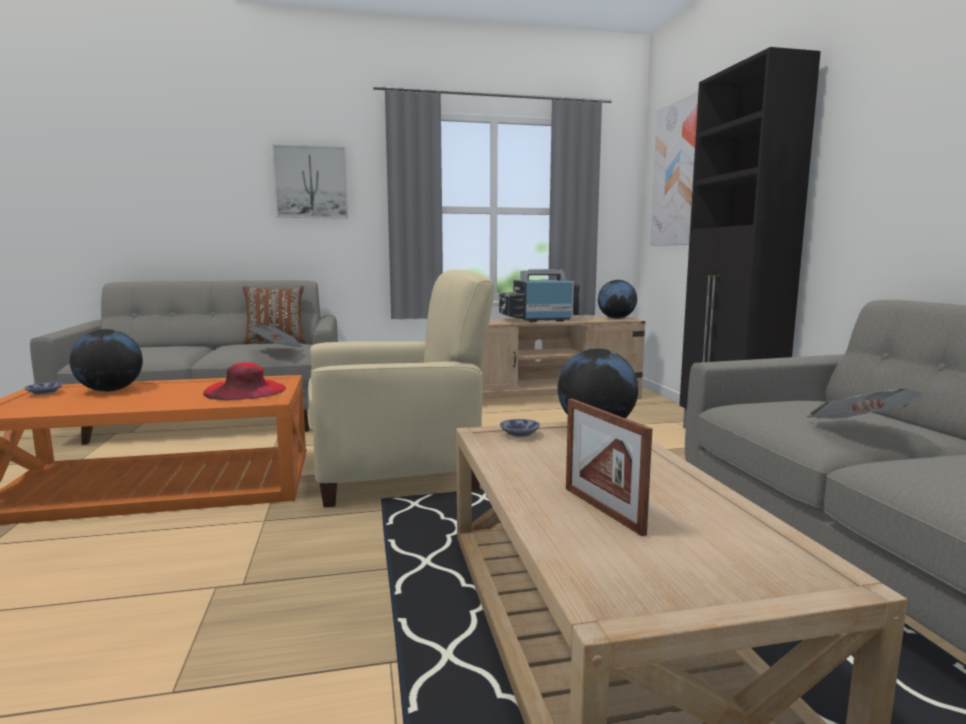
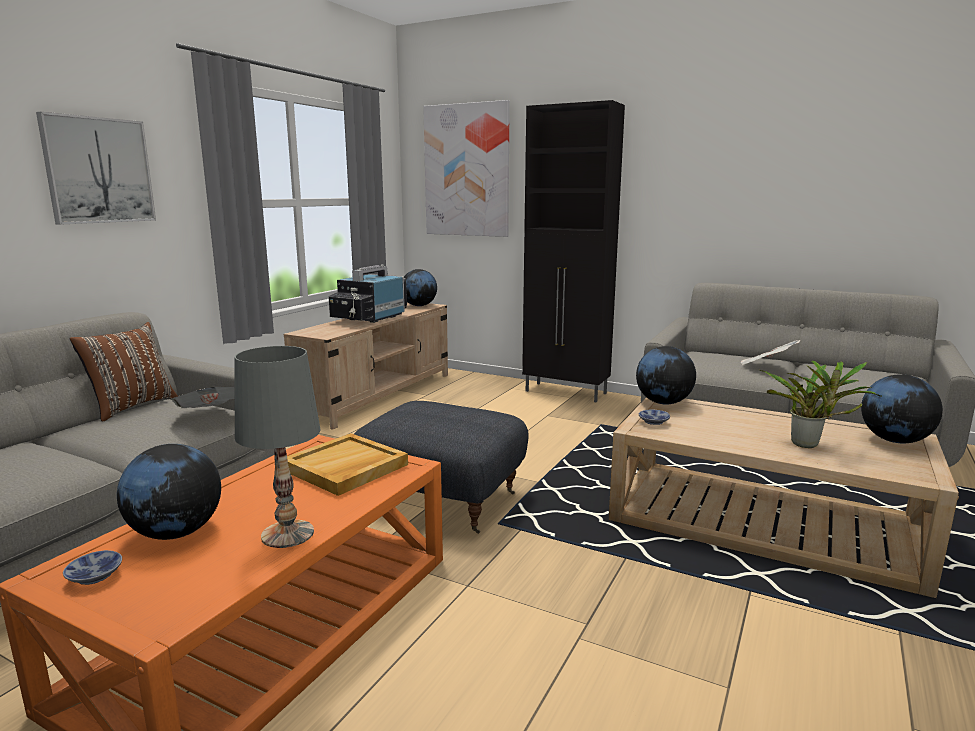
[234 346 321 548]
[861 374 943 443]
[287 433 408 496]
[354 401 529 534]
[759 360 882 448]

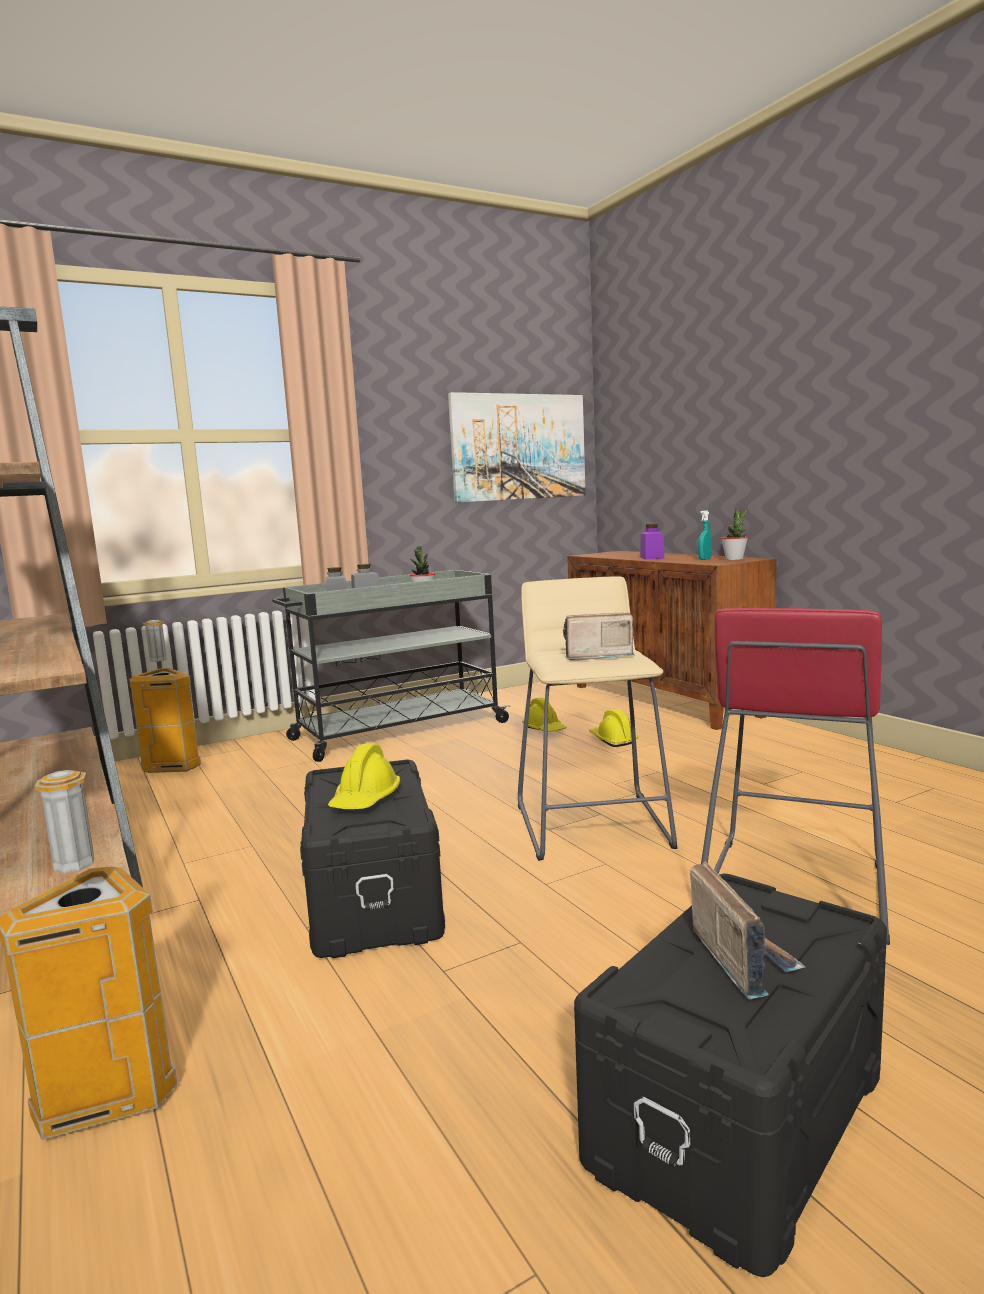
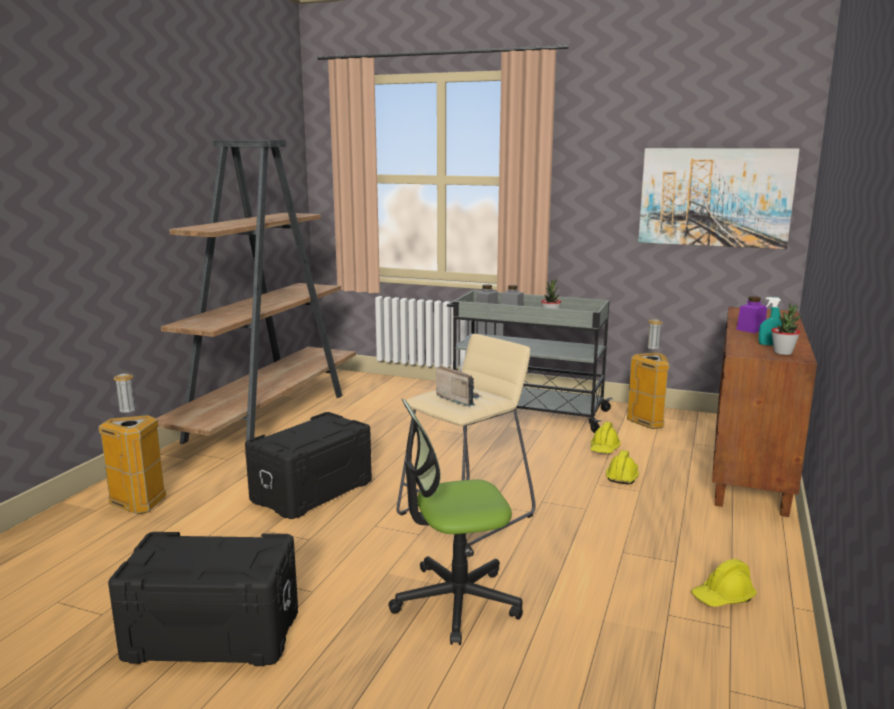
[690 861 805 999] (first image)
[627 319 669 429]
[691 559 757 607]
[388 399 523 645]

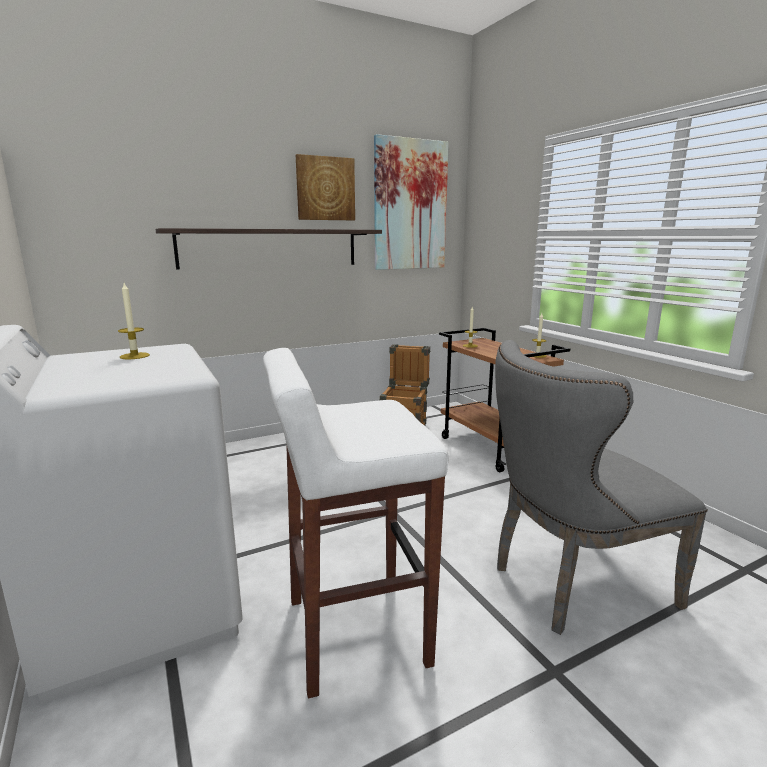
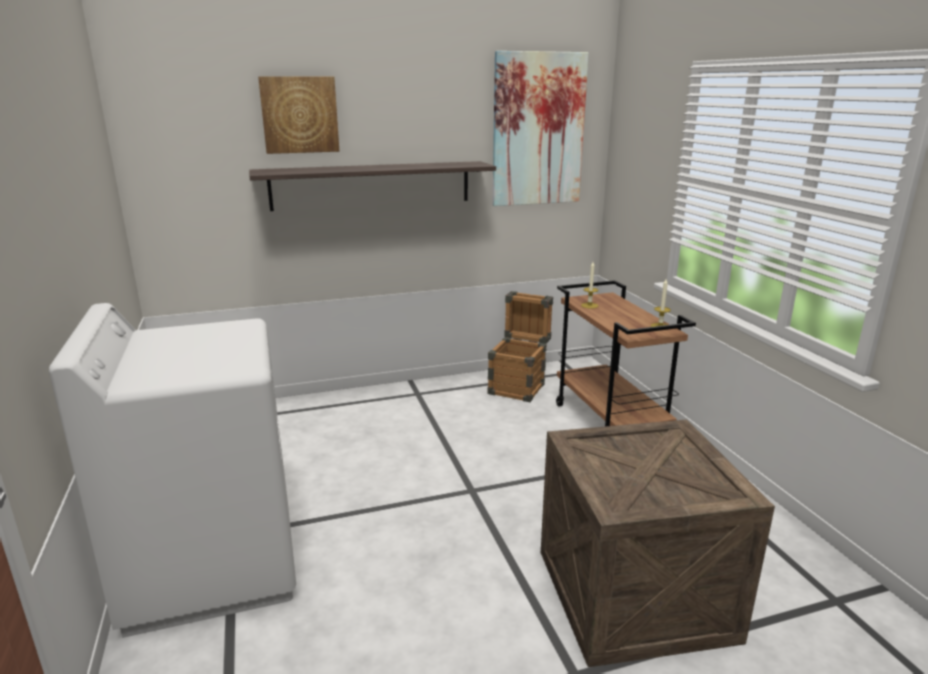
[118 283 150 359] (first image)
[263 348 449 699] (first image)
[258 76 339 154]
[541 419 775 667]

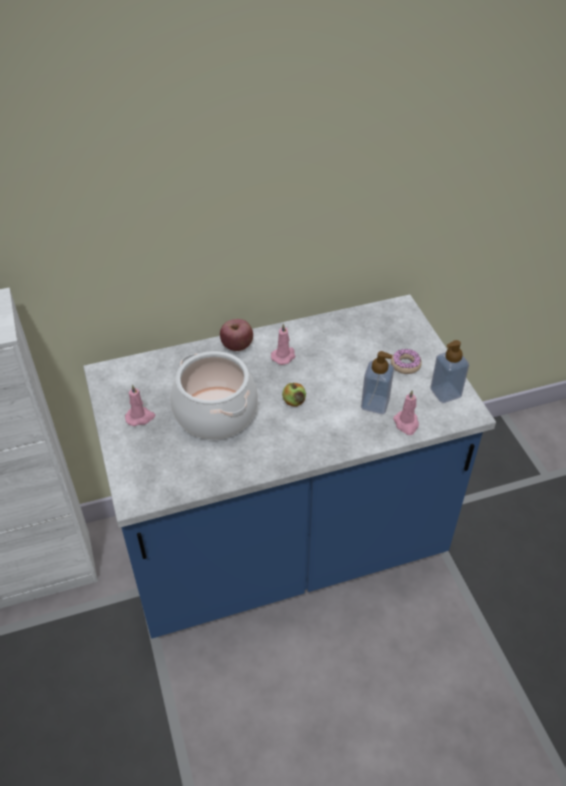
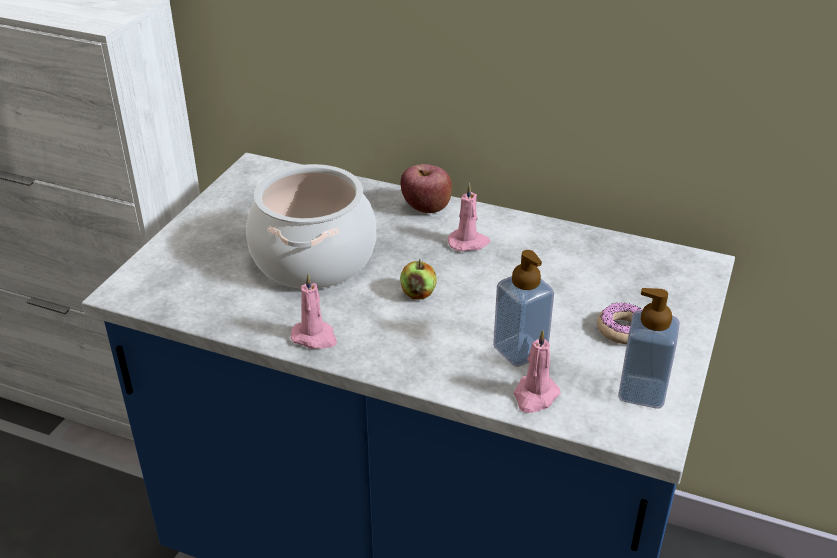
[291 273 337 349]

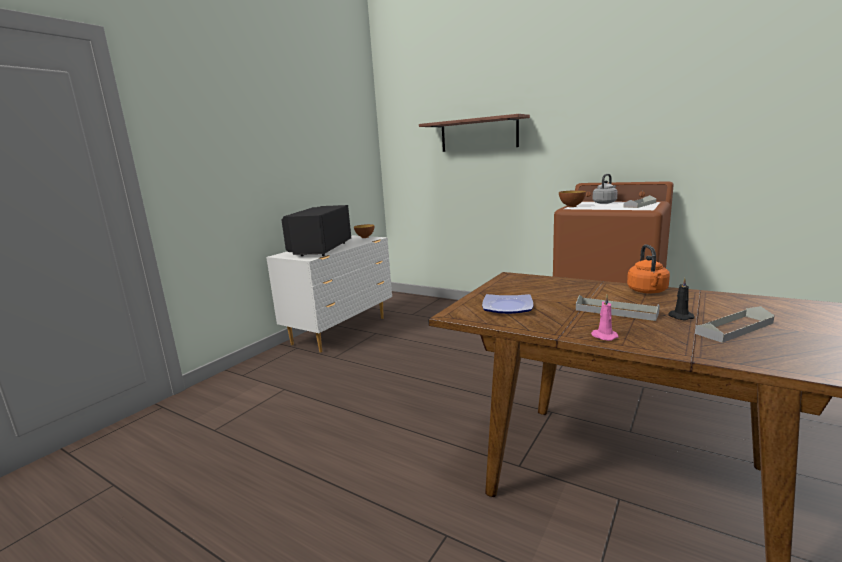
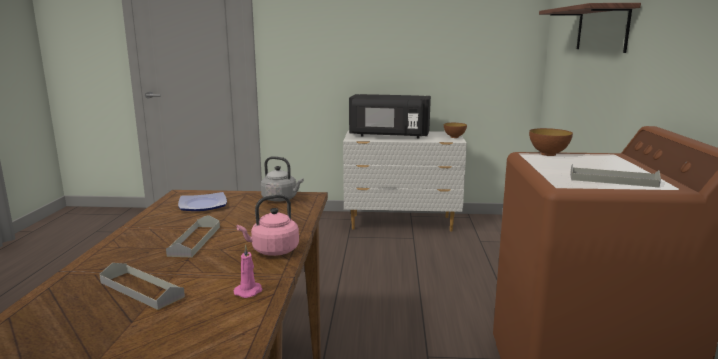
[669 278 695 320] (first image)
[234 245 263 298]
[261 156 304 202]
[236 194 299 256]
[349 94 431 139]

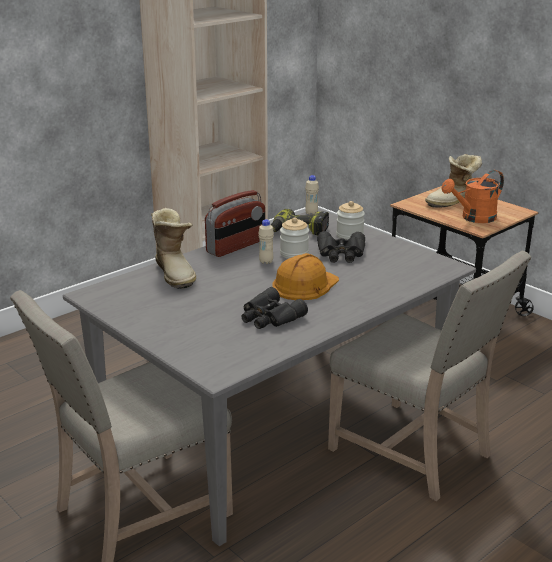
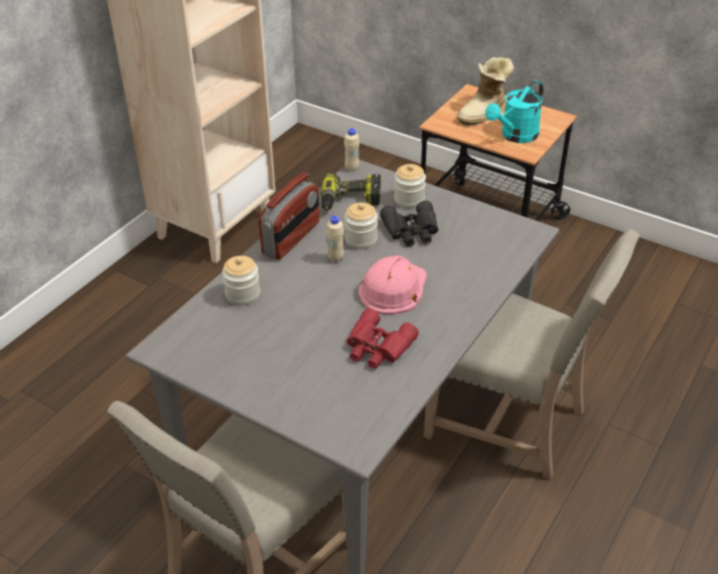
[222 256 260 306]
[347 308 419 369]
[359 255 427 315]
[485 80 543 143]

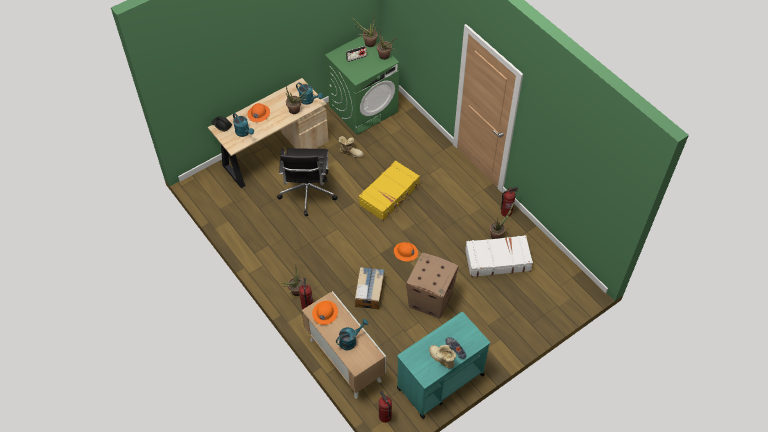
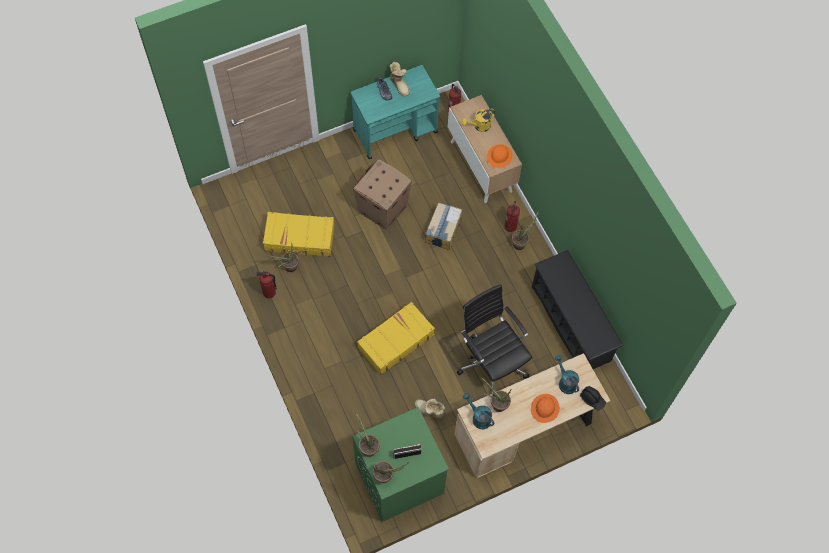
[394 242 418 261] (first image)
[532 250 624 369]
[461 109 495 132]
[263 212 335 258]
[457 284 532 394]

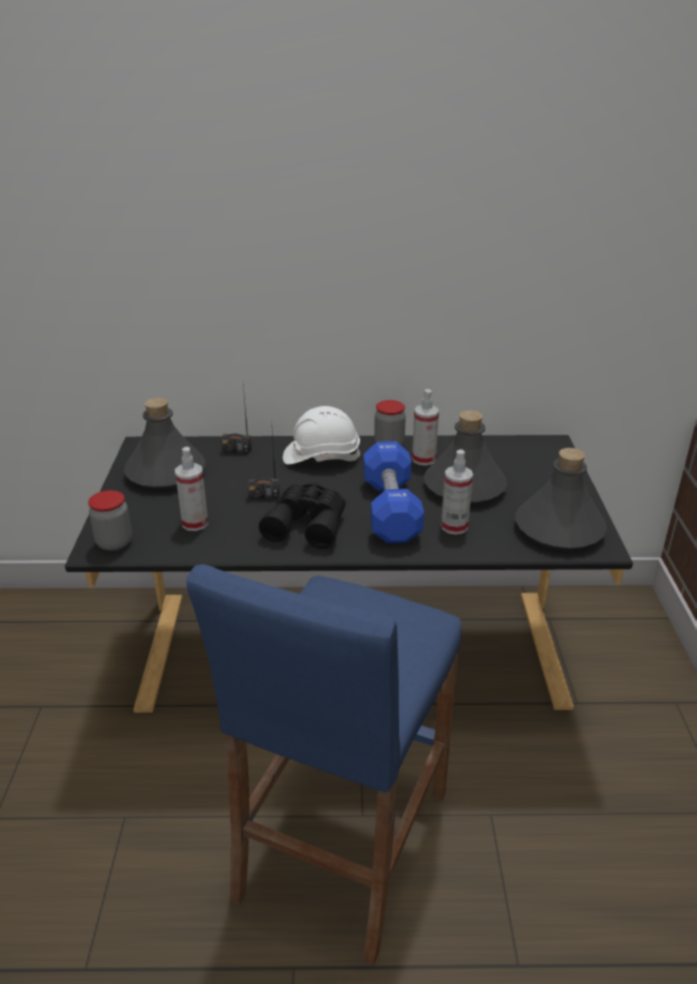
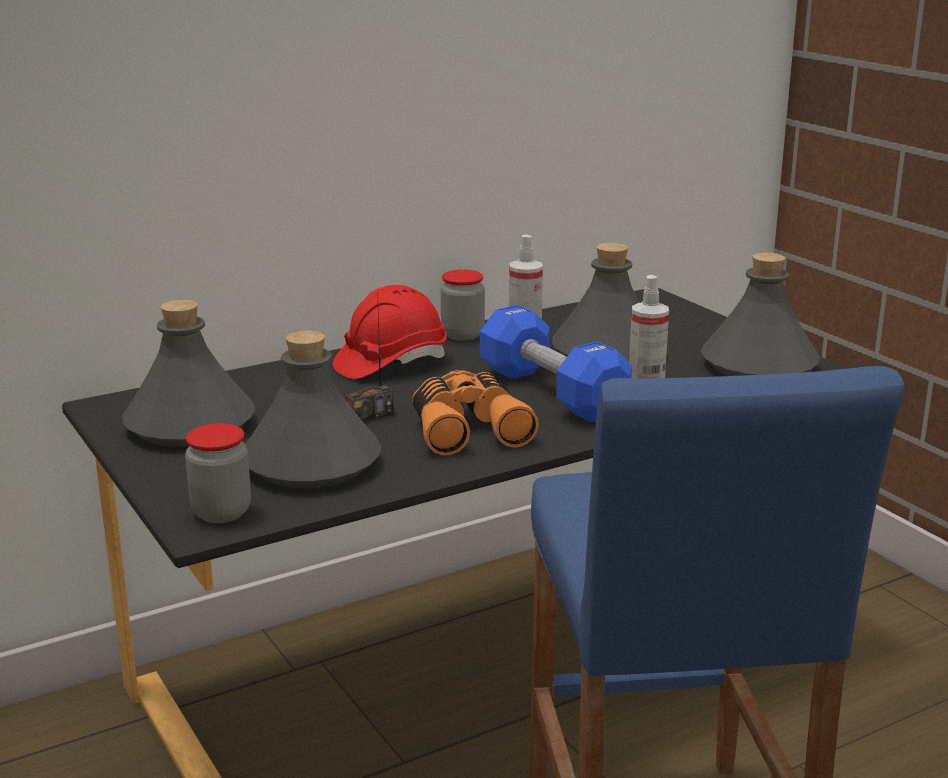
[221 384 252 454] (first image)
[245 331 381 489]
[412 370 539 455]
[333 285 447 379]

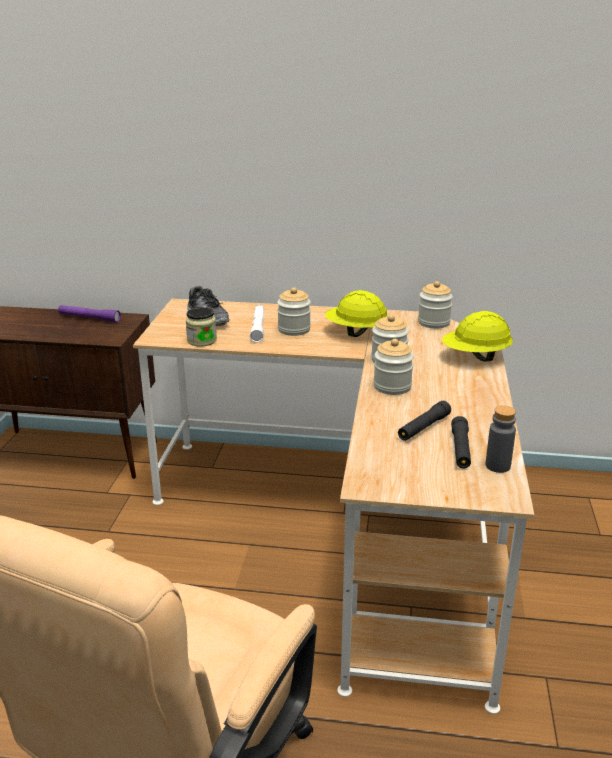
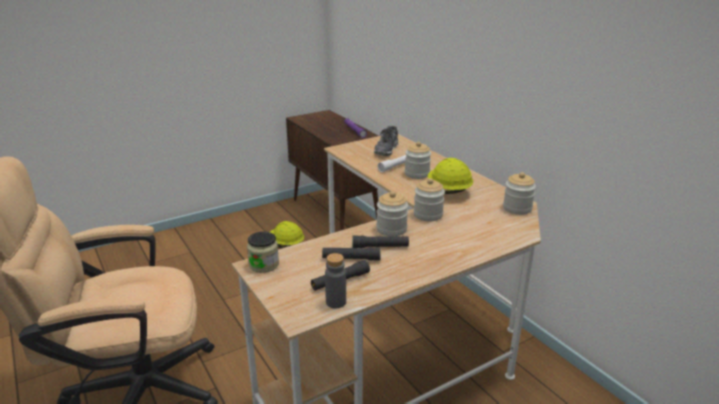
[353 236 409 248]
[247 231 279 273]
[270 221 304 249]

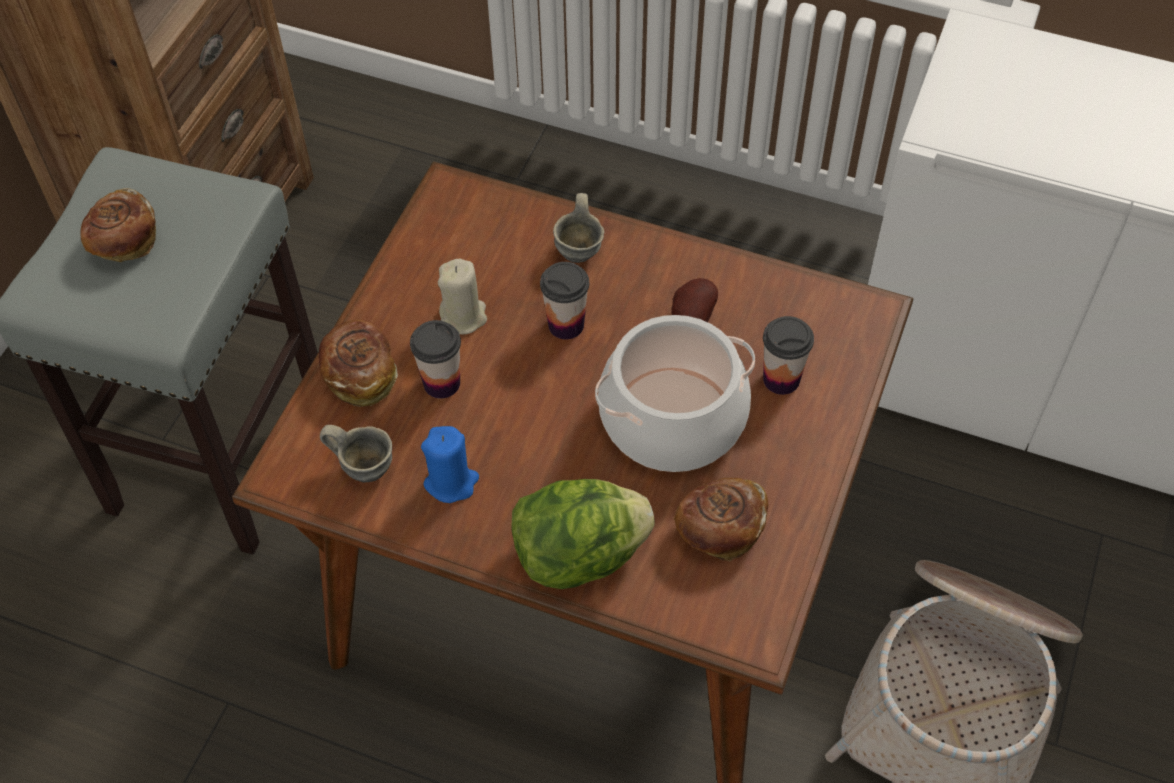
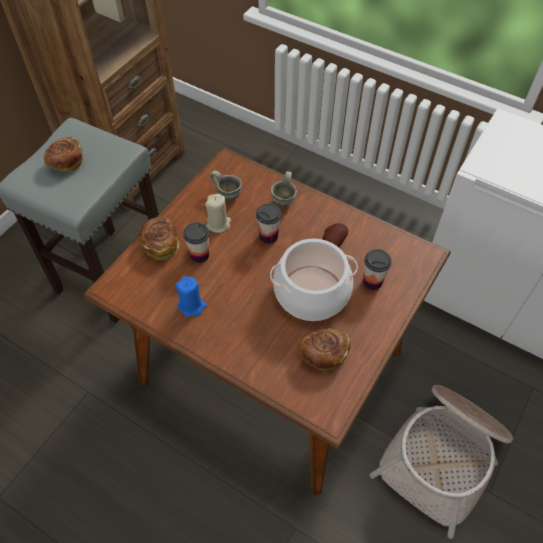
[511 479 655 589] (first image)
[210 170 242 201]

